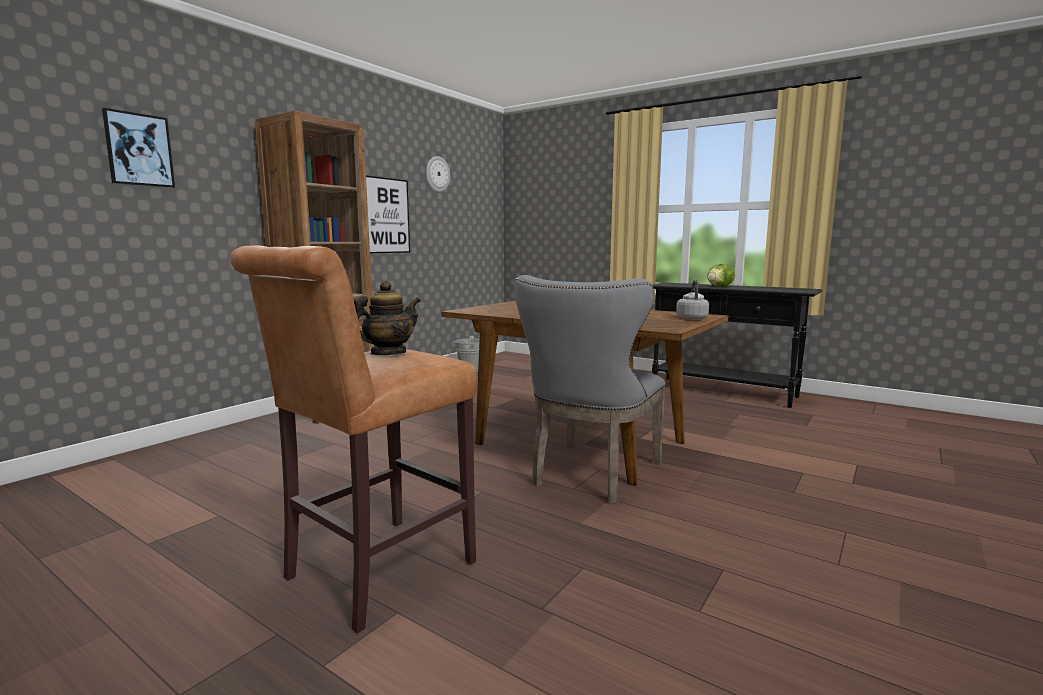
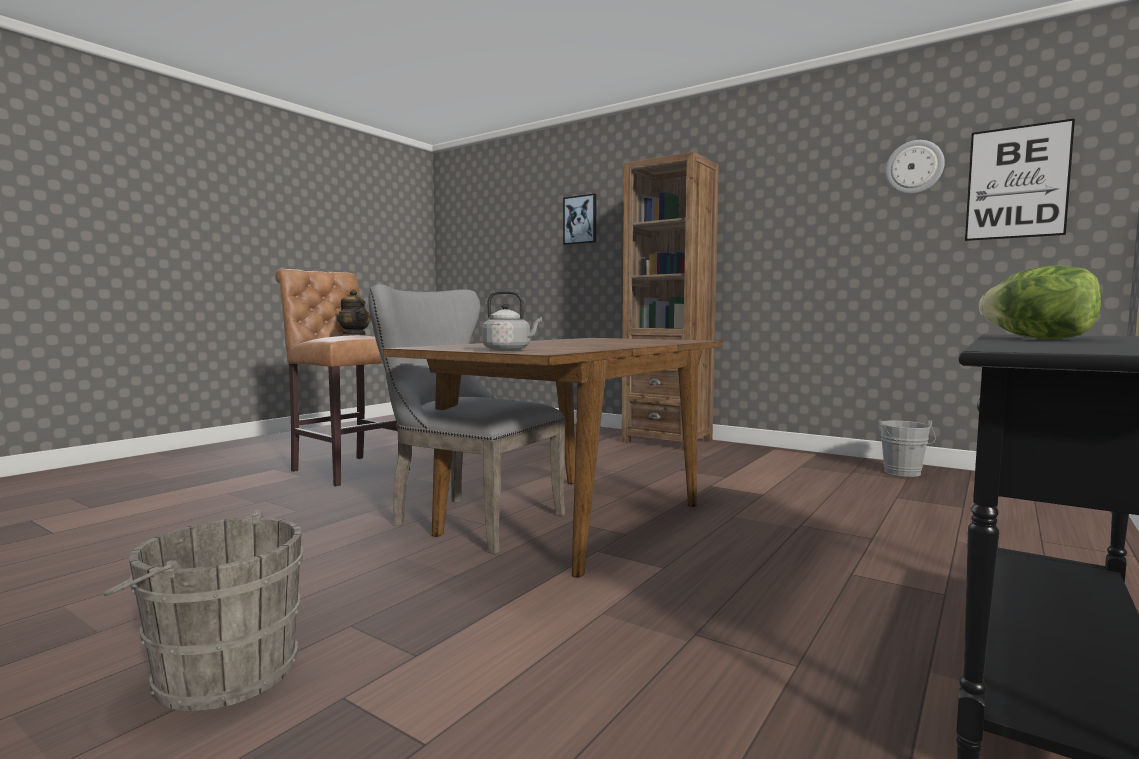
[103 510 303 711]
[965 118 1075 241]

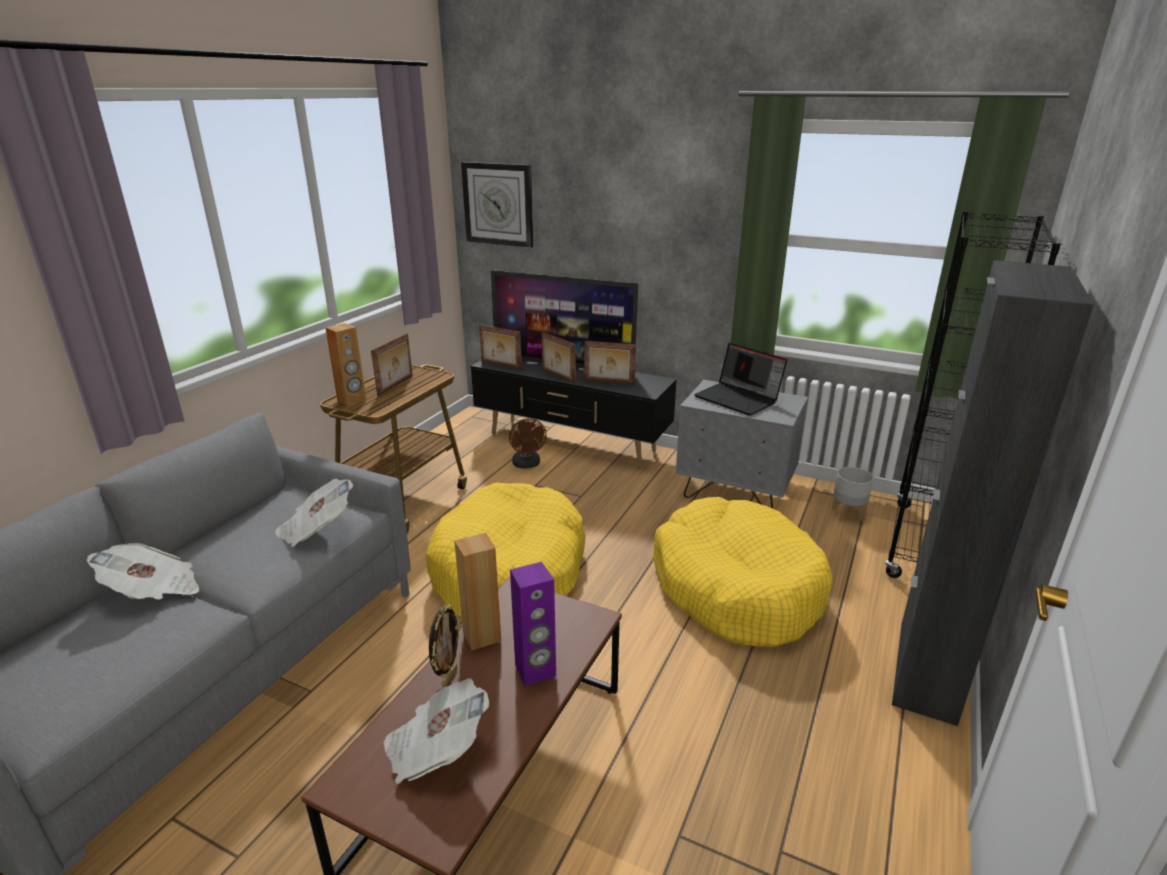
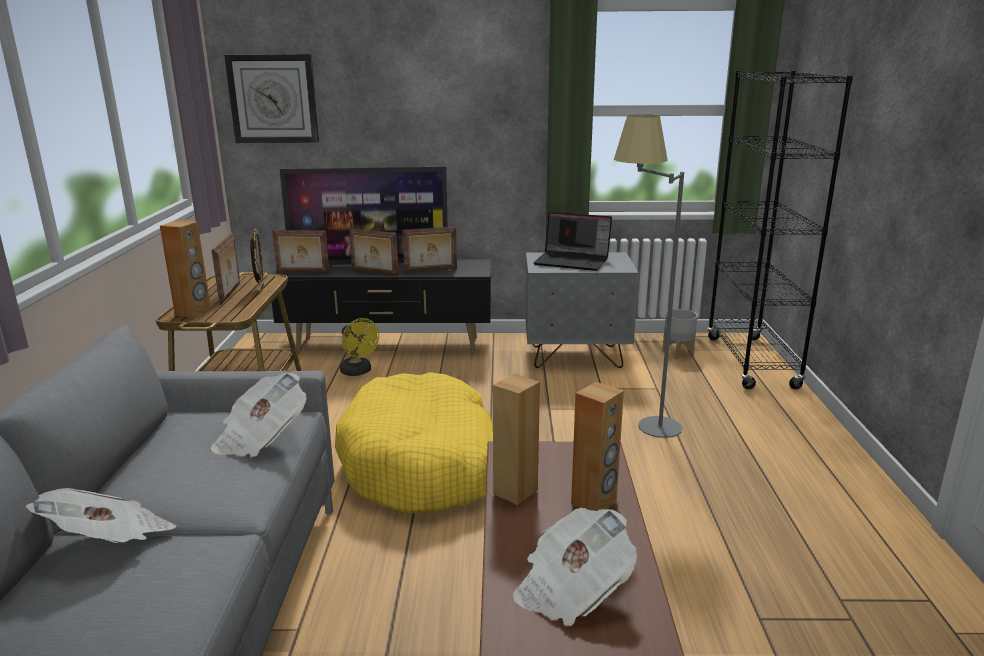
[892 260 1094 726] (first image)
[250 229 264 293]
[614 114 684 438]
[340 318 379 376]
[571 382 624 511]

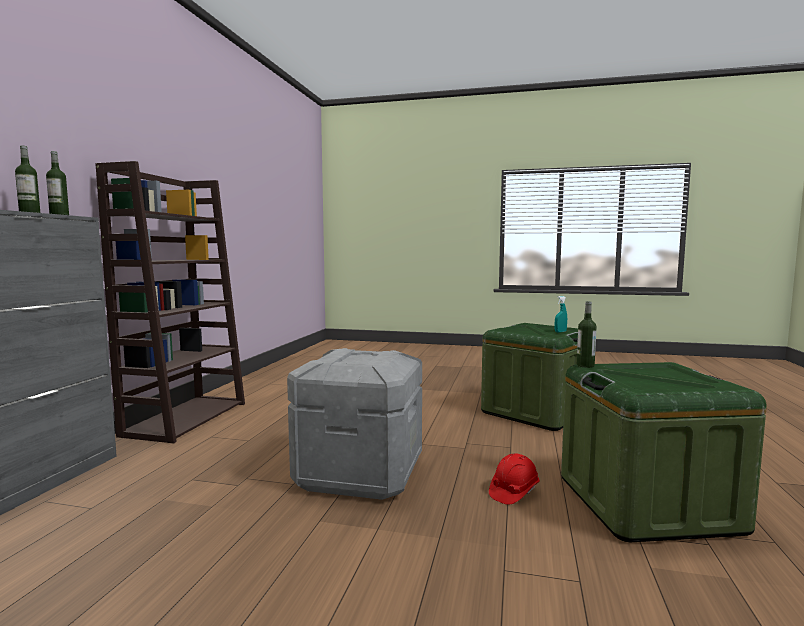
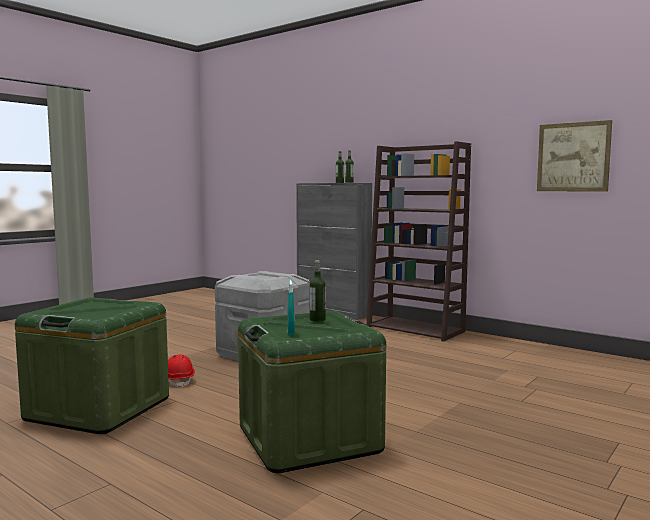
[537 120 612 191]
[310 260 325 322]

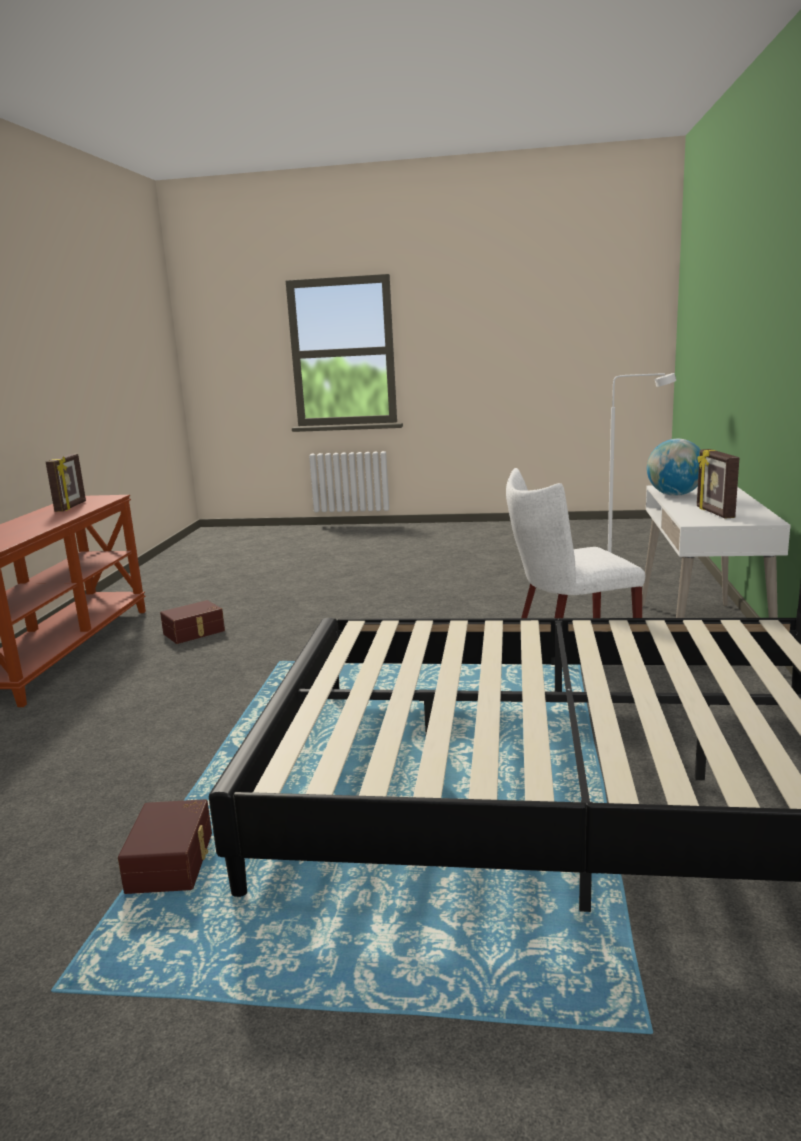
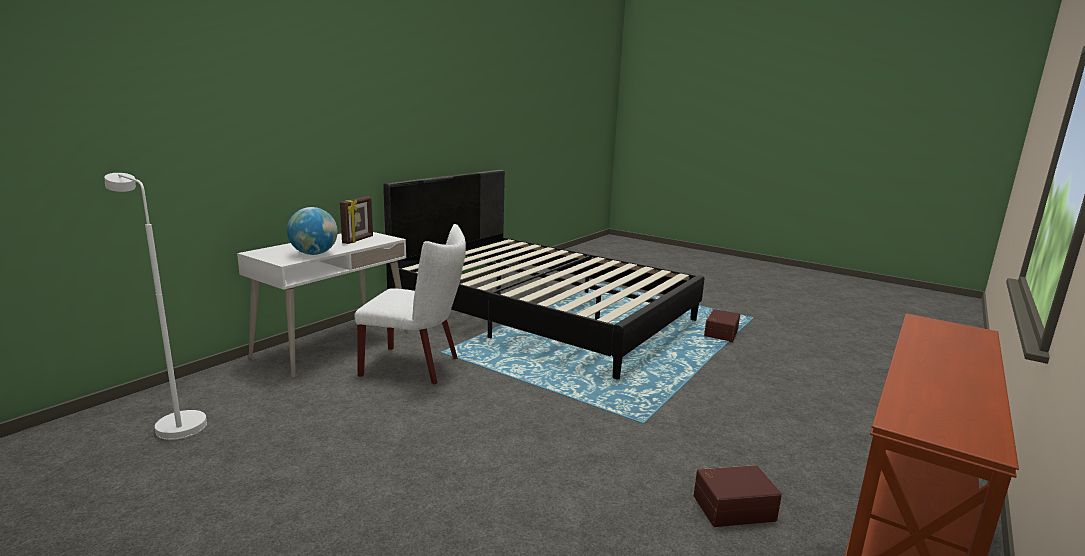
[46 454 86 512] (first image)

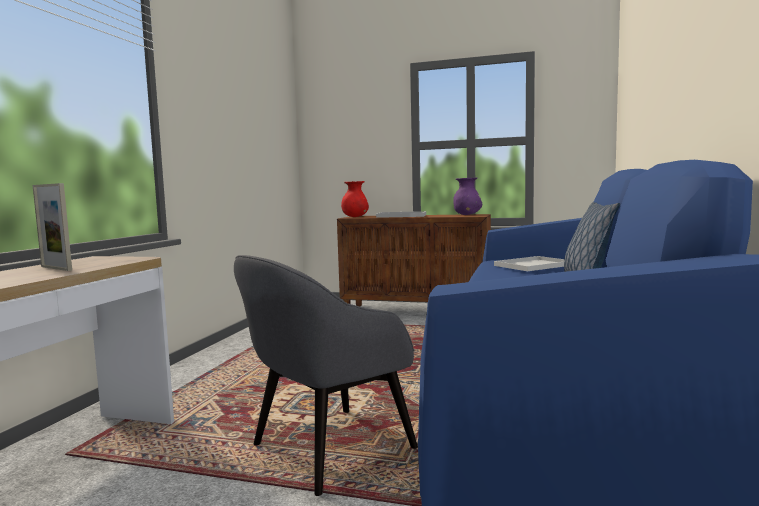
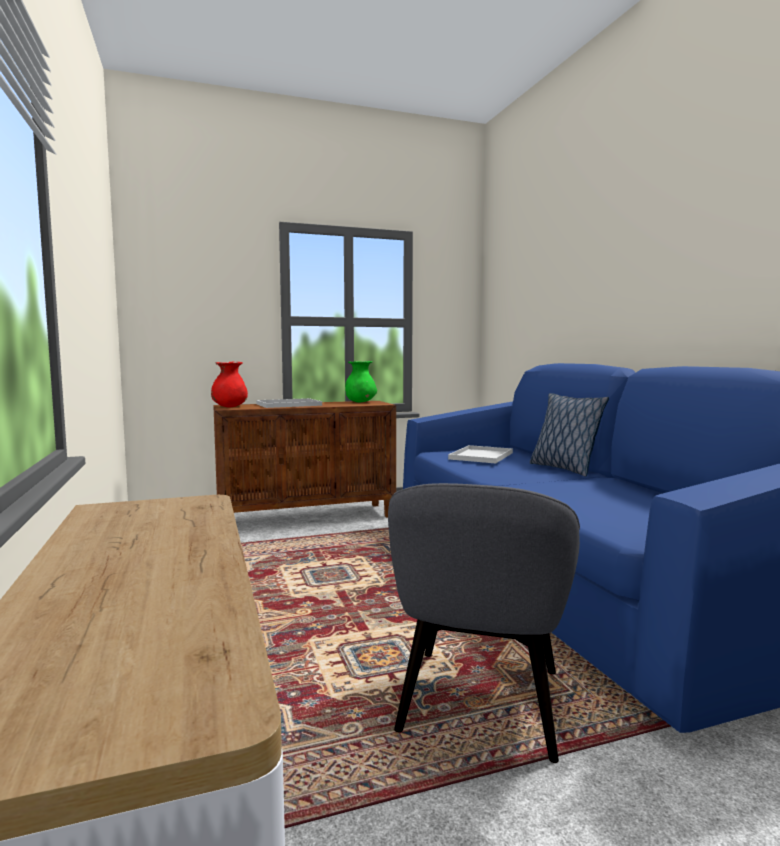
[33 183 72 271] (first image)
[345 361 377 402]

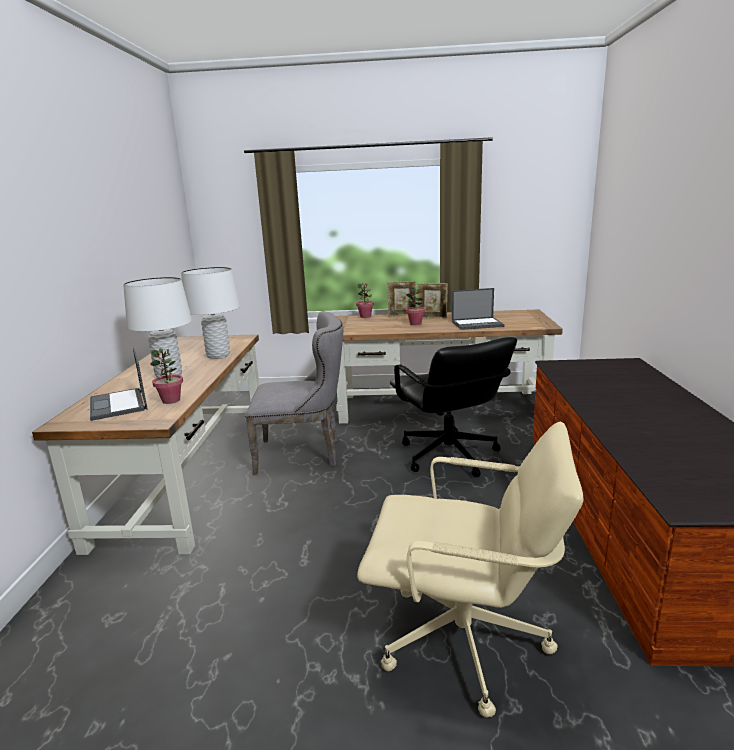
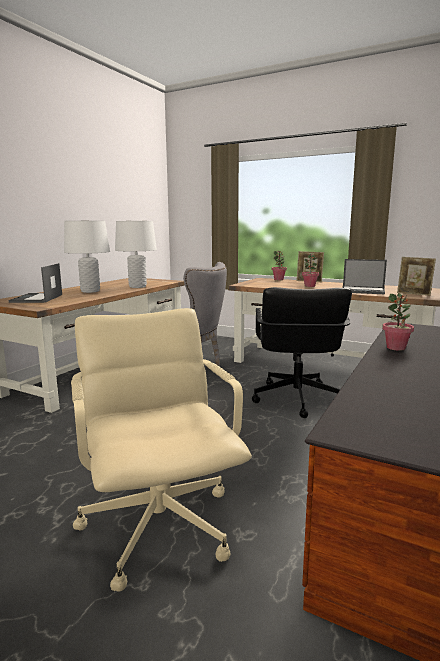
[382 293 414 351]
[397 257 436 296]
[71 308 252 592]

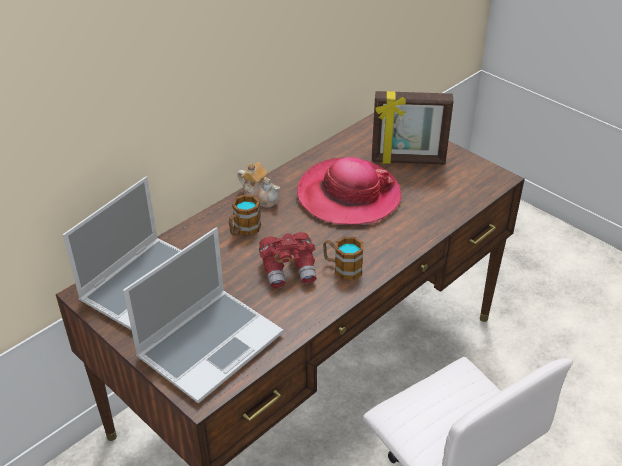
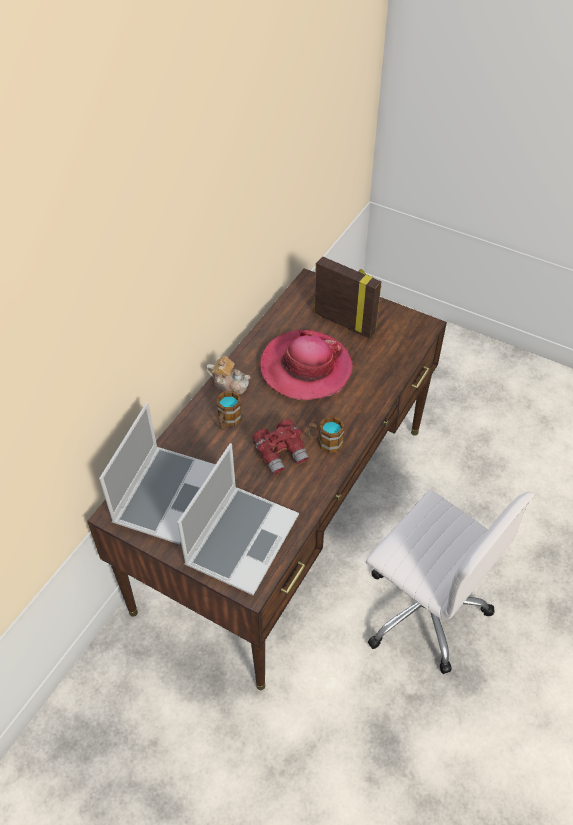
[314 256 382 338]

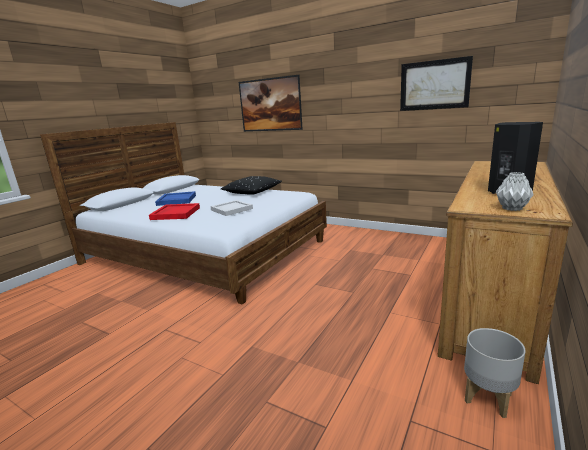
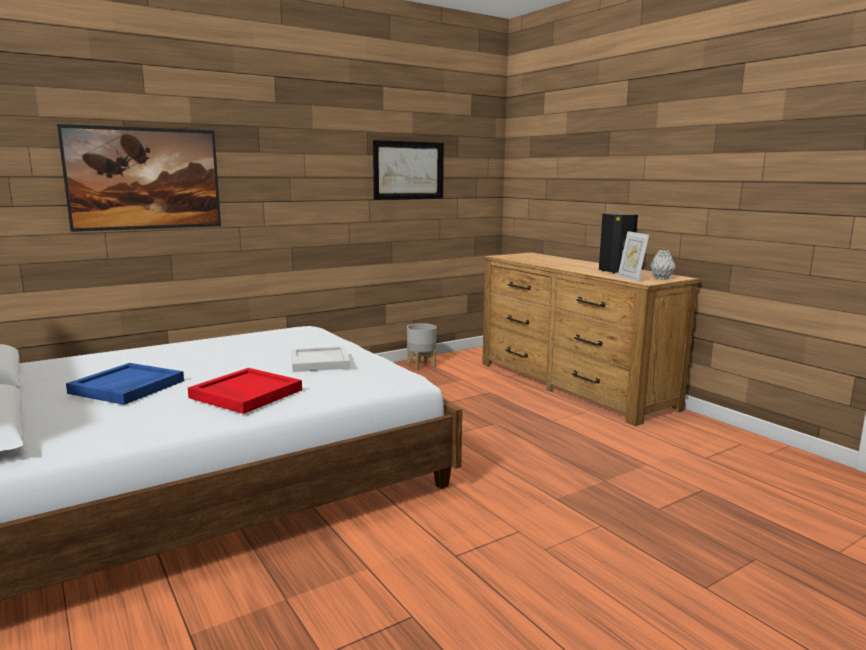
[221 176 282 195] (first image)
[618 231 649 282]
[407 323 436 370]

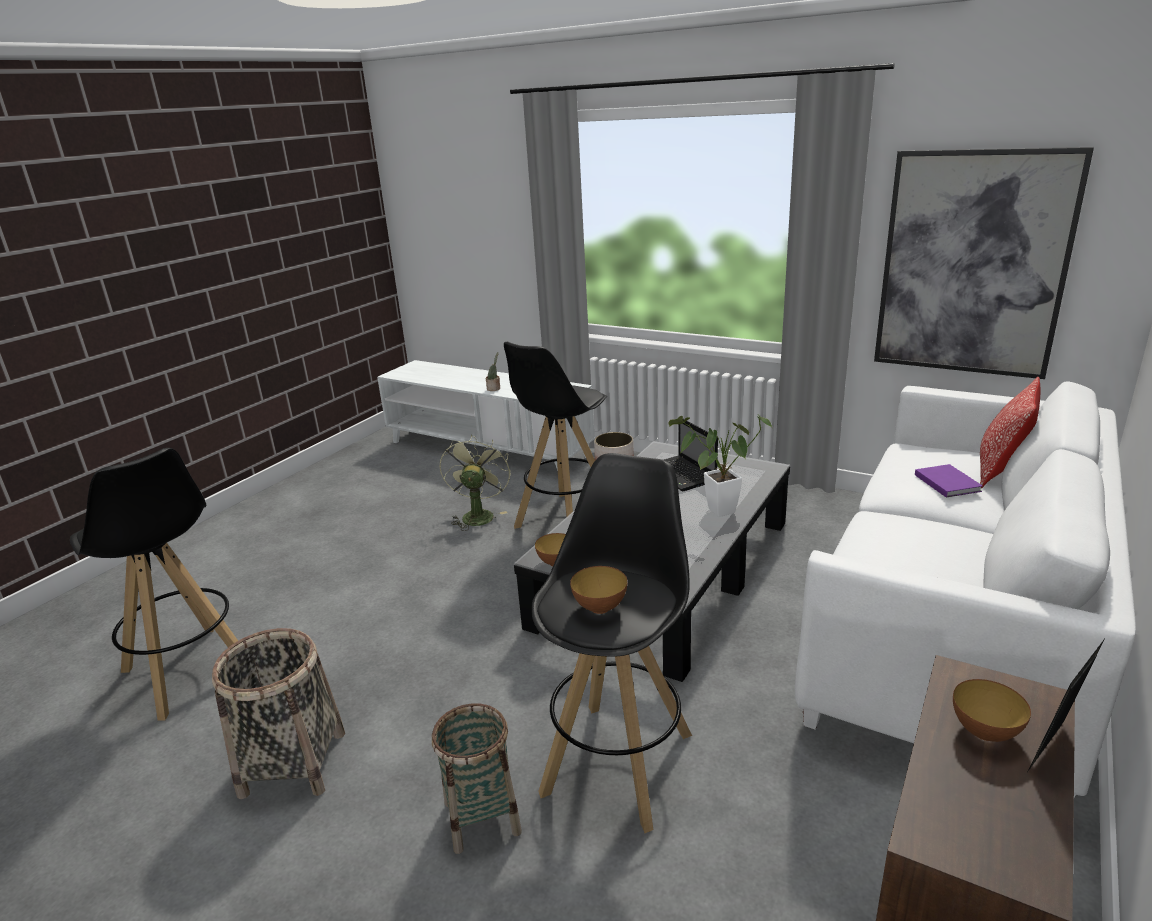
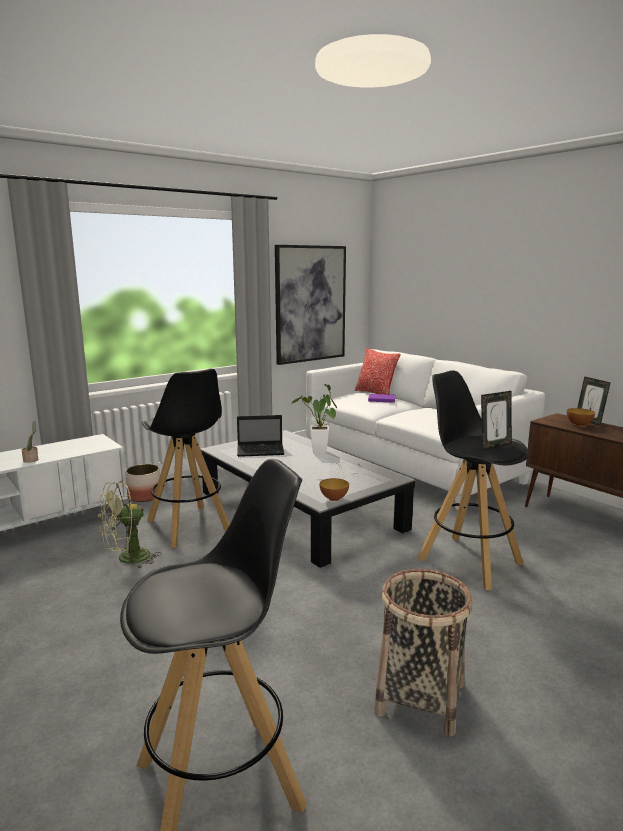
[432 703 522 854] (first image)
[481 391 512 450]
[99 481 161 569]

